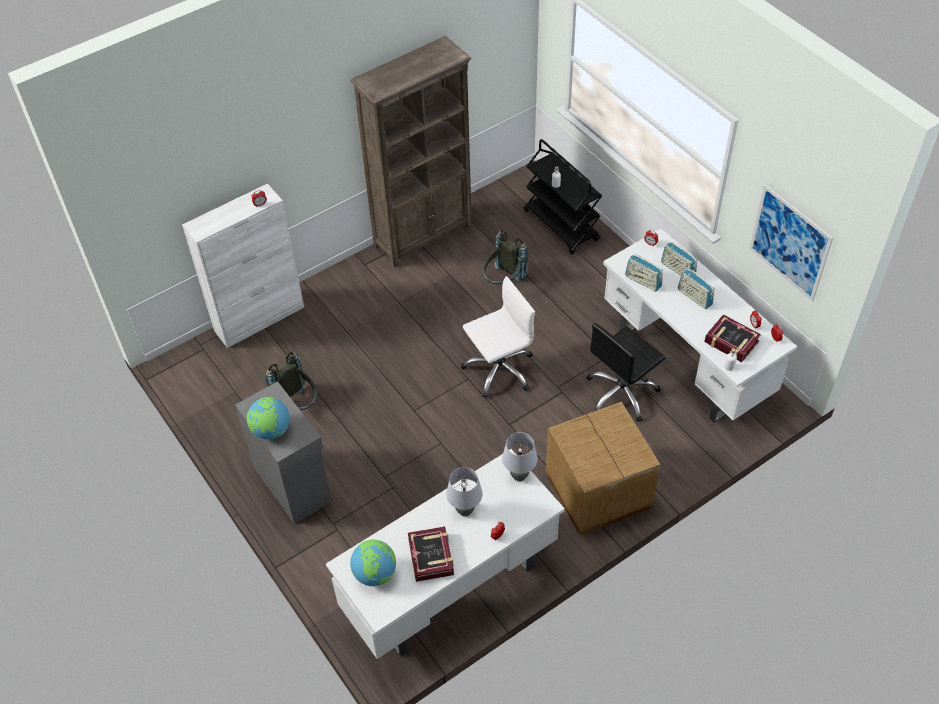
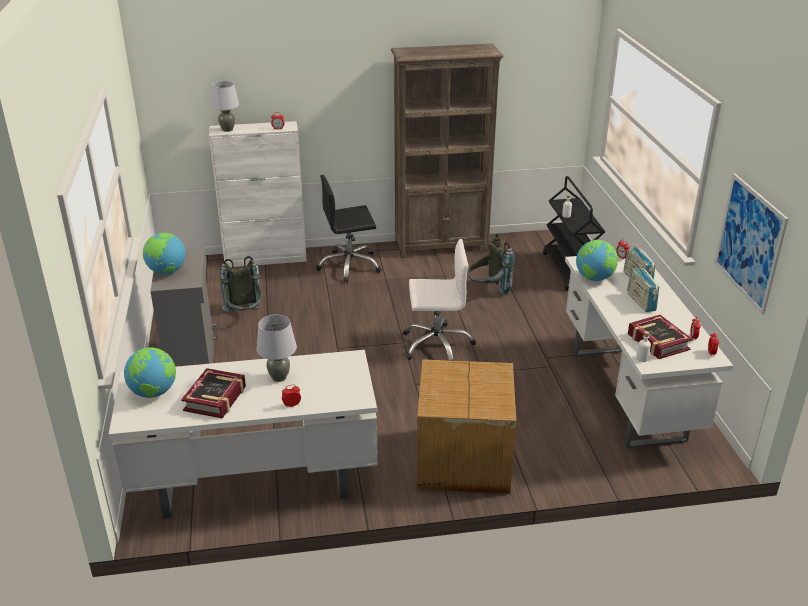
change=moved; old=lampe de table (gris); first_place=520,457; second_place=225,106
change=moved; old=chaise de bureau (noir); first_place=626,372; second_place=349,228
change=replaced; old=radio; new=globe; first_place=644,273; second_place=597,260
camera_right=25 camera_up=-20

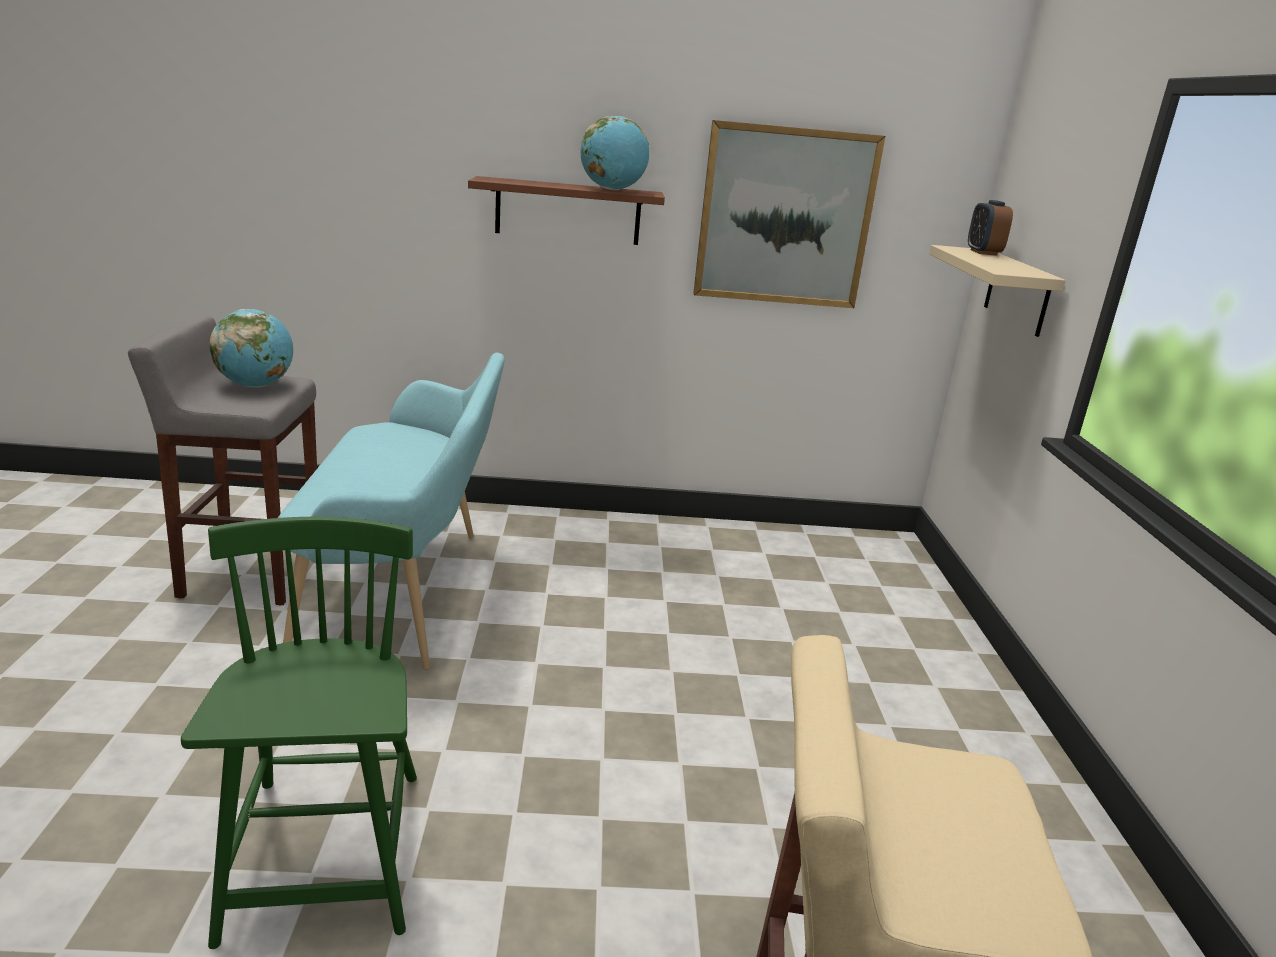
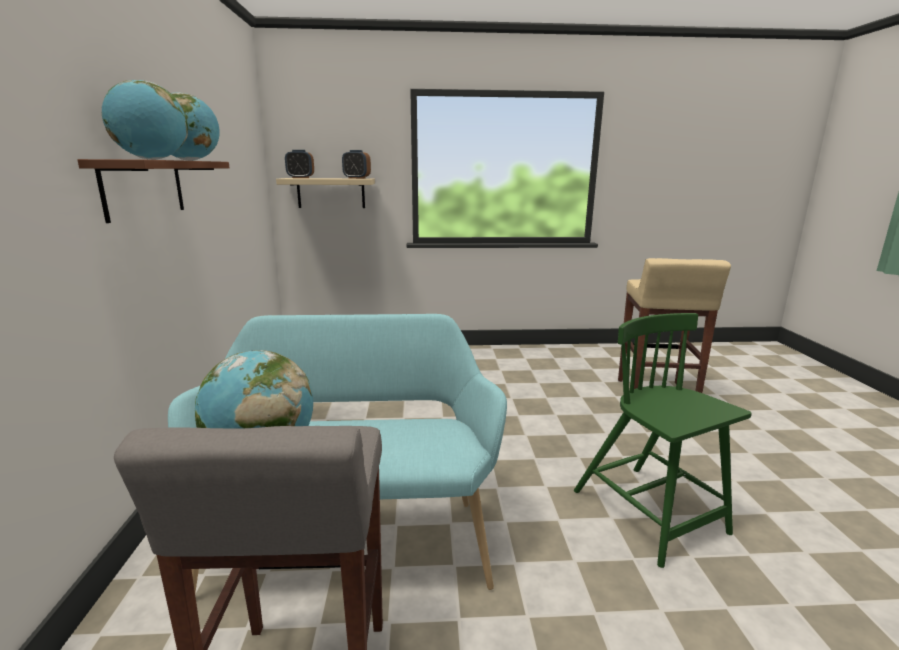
change=turned; old=chaise (vert); first_place=299,733; second_place=663,440; degrees=75
change=removed; old=tableau; first_place=789,214
change=added; new=globe; second_place=145,120
change=added; new=réveil; second_place=356,164
camera_right=-90 camera_up=-5

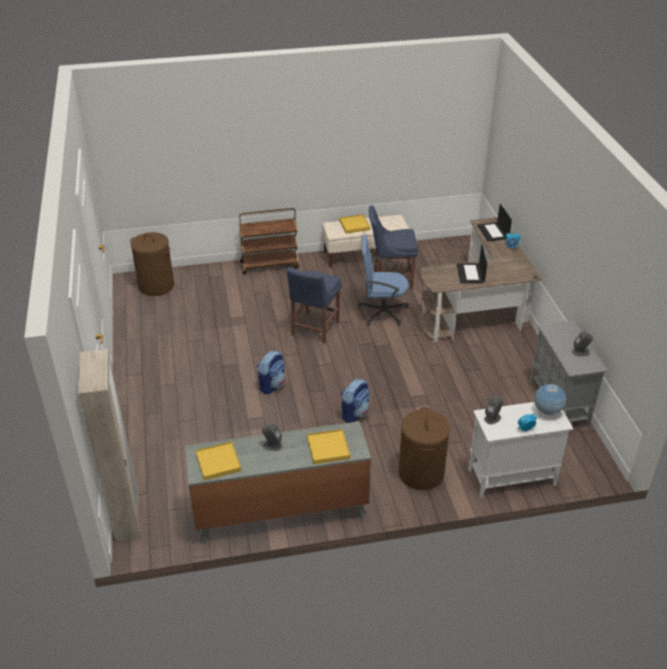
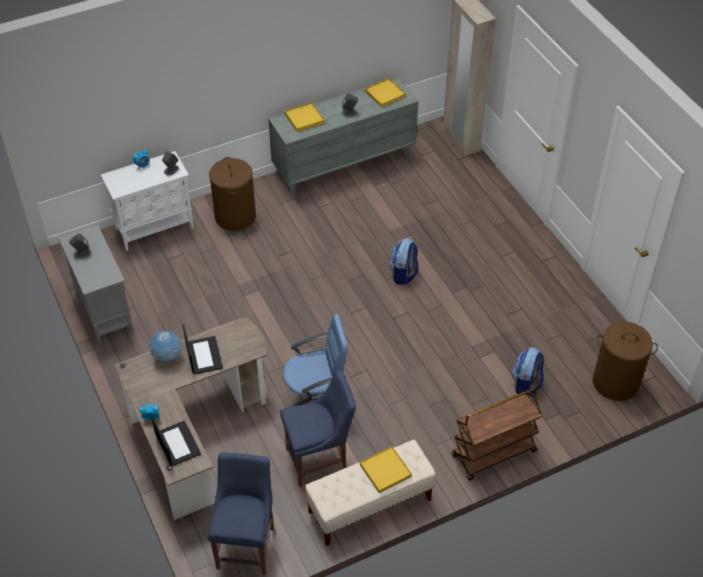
change=moved; old=chaise (bleu); first_place=314,306; second_place=241,513
change=moved; old=sac à dos; first_place=355,401; second_place=528,371
change=moved; old=globe; first_place=549,399; second_place=166,347
camera_right=165 camera_up=10

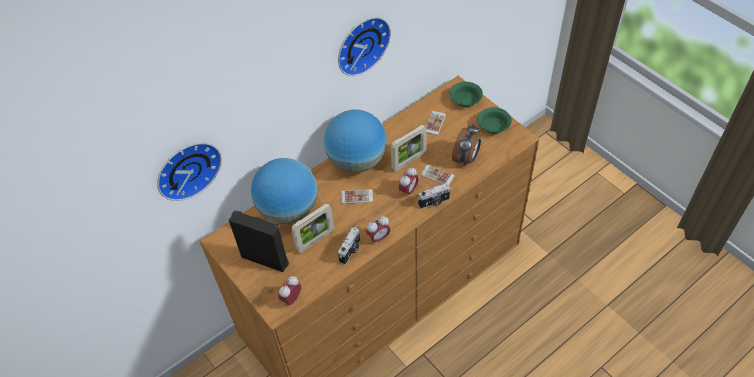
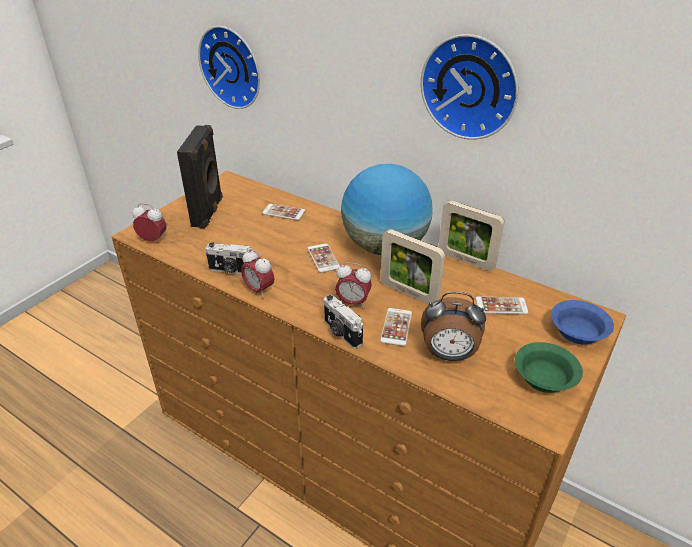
change=replaced; old=globe; new=téléphone; first_place=284,191; second_place=284,212
change=moved; old=cadre photo; first_place=312,228; second_place=471,235
change=recoloured; old=bol (vert); new=bol (bleu); first_place=466,94; second_place=582,322
camera_right=70 camera_up=-15

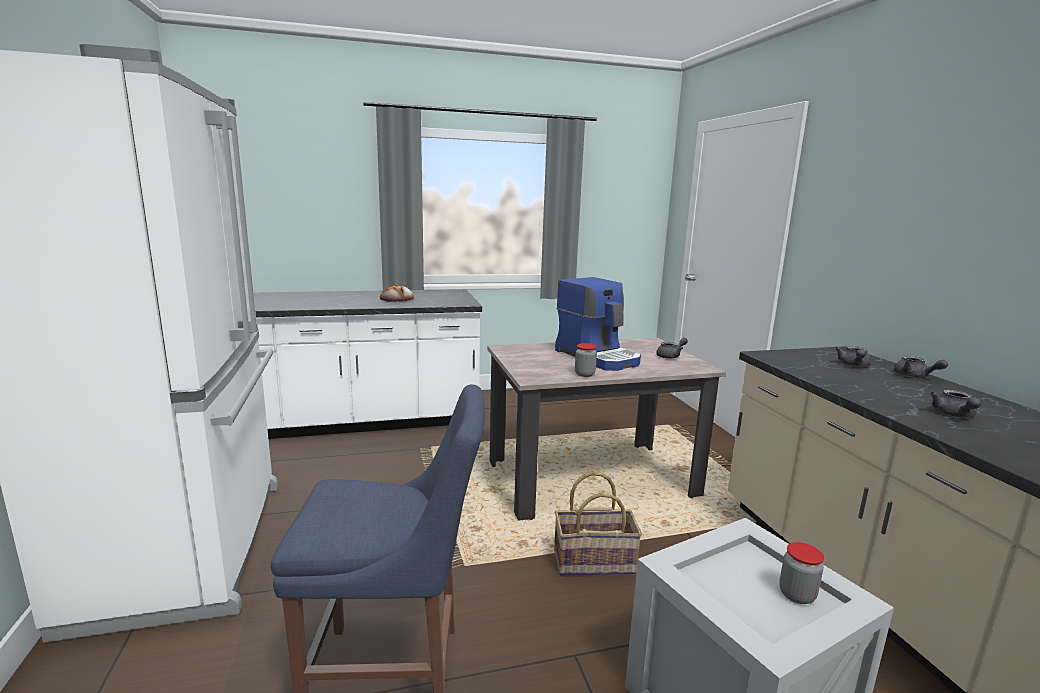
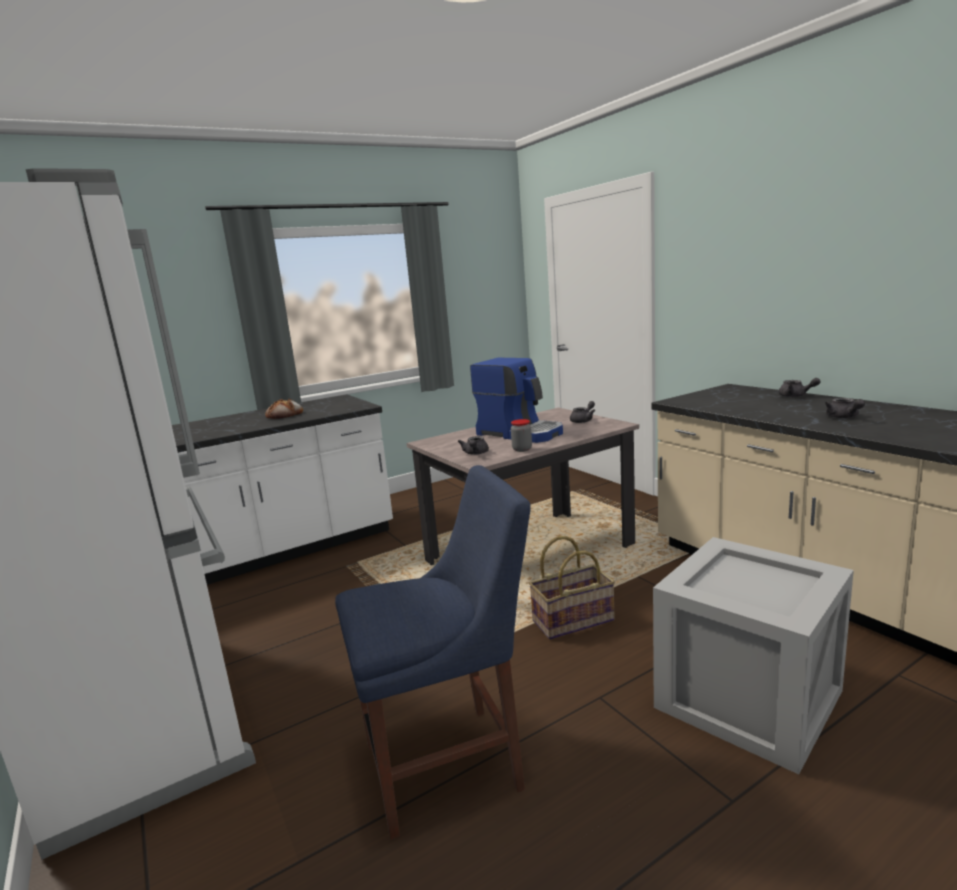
change=removed; old=bocal; first_place=801,573
change=moved; old=théière (gris); first_place=853,356; second_place=473,445
camera_right=-15 camera_up=0

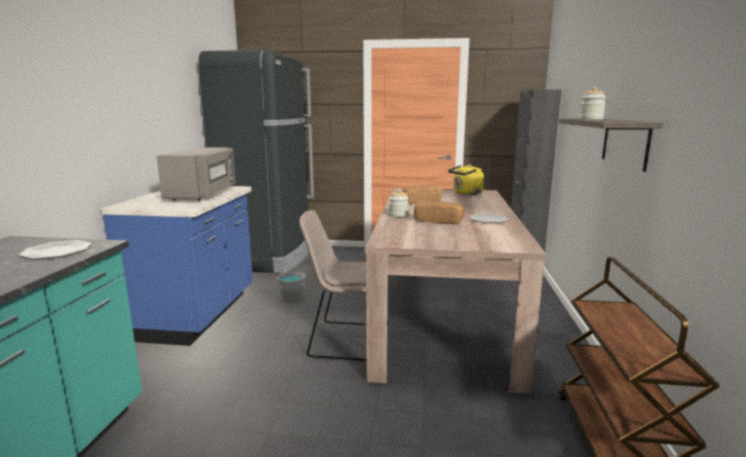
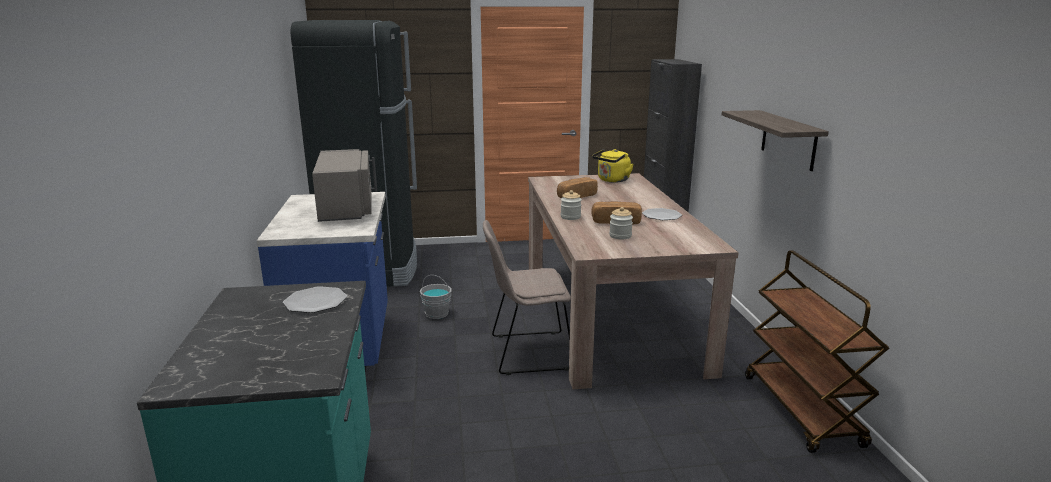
change=moved; old=bocal; first_place=592,103; second_place=621,223
camera_right=-15 camera_up=5

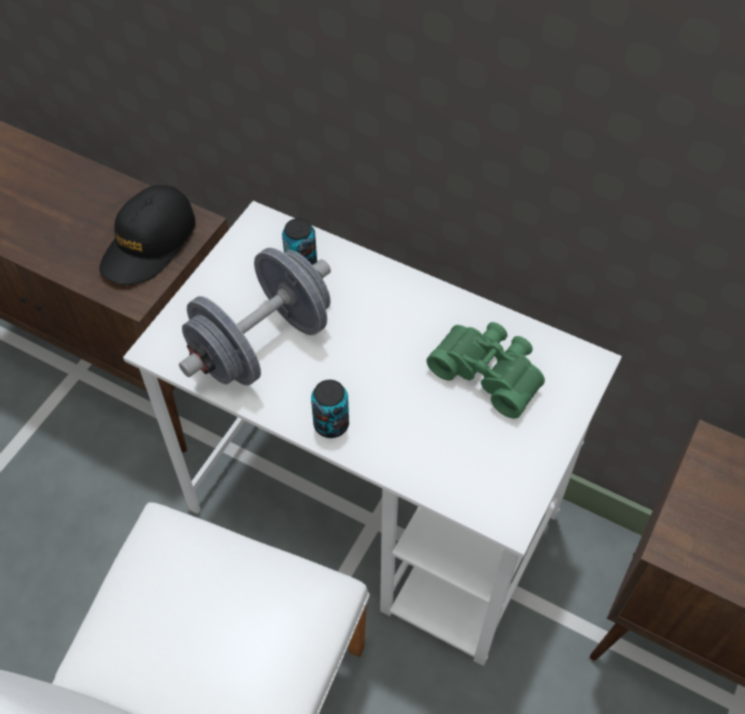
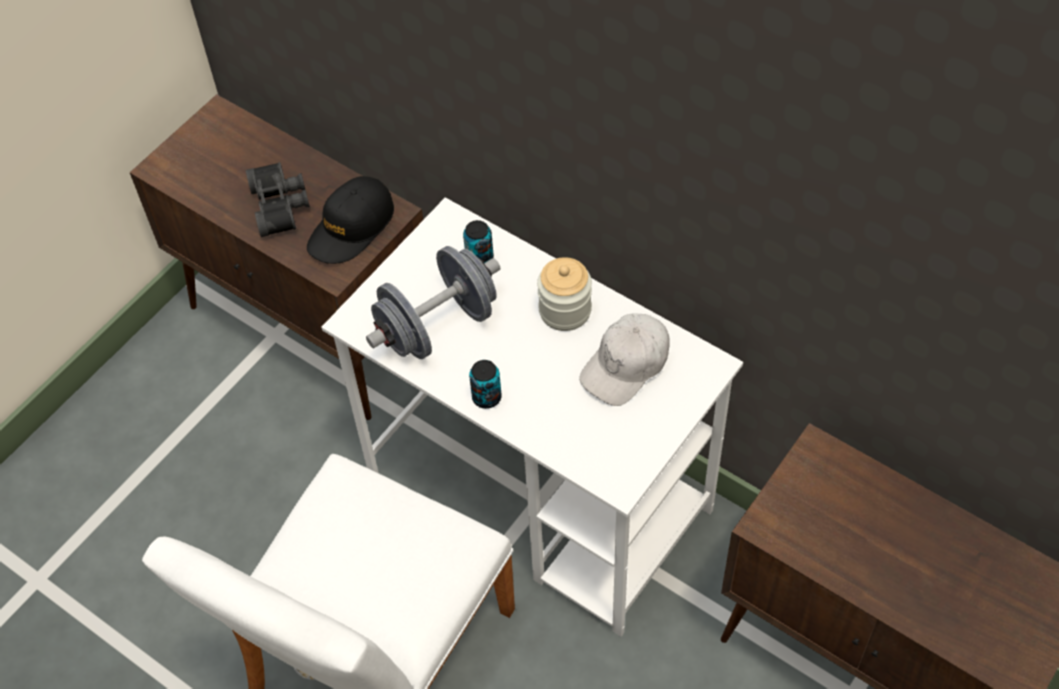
change=replaced; old=jumelles (vert); new=casquette (blanc); first_place=486,370; second_place=624,360
change=added; new=jumelles (noir); second_place=277,199
change=added; new=bocal; second_place=564,294
camera_right=10 camera_up=0

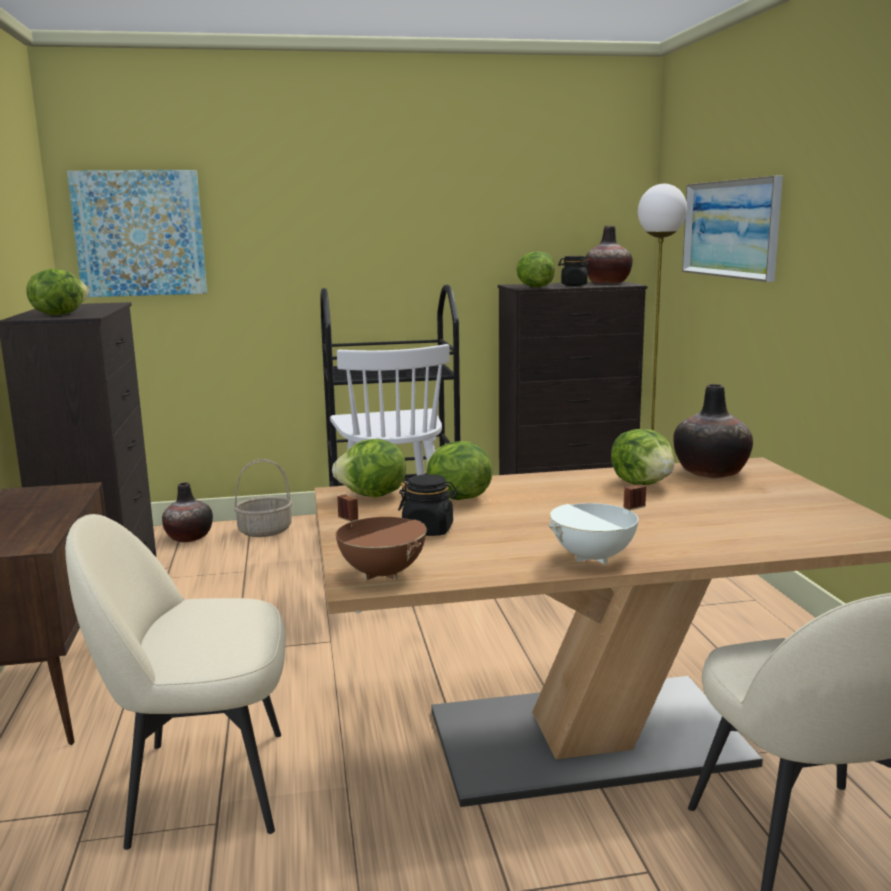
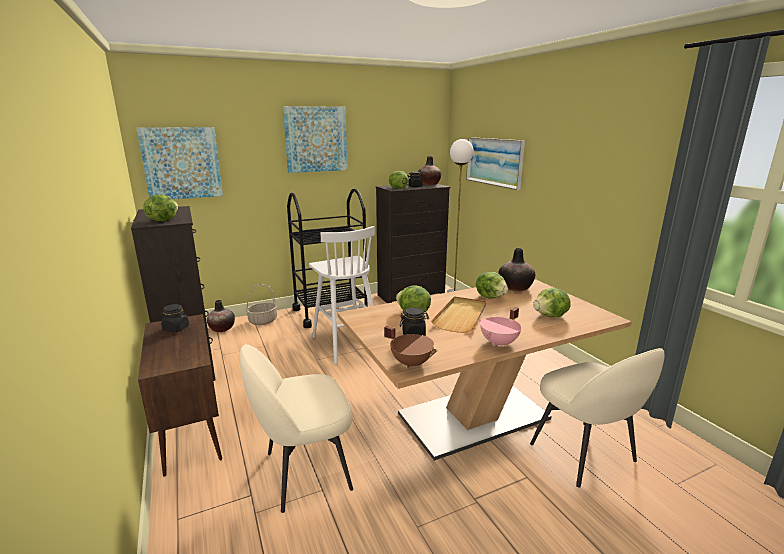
change=moved; old=laitue; first_place=369,468; second_place=552,302
change=recoloured; old=marmite (blanc); new=marmite (rose); first_place=597,524; second_place=501,327
change=added; new=bocal (noir); second_place=174,318
change=added; new=tableau; second_place=315,139
change=added; new=plateau (beige); second_place=458,314
camera_right=-15 camera_up=5

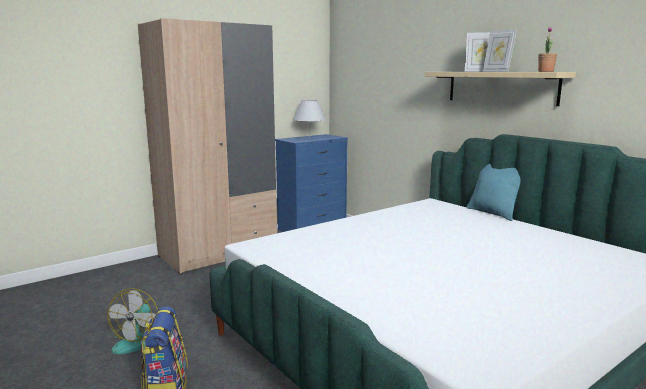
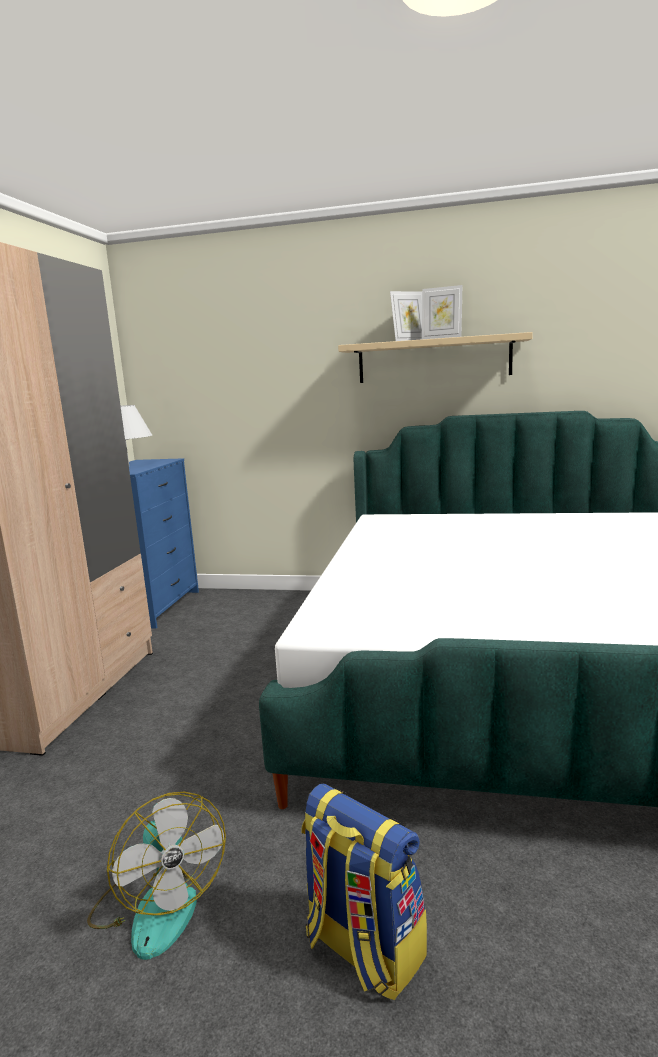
change=removed; old=coussin (turquoise); first_place=493,192
change=removed; old=plante en pot; first_place=547,49
camera_right=-40 camera_up=0

